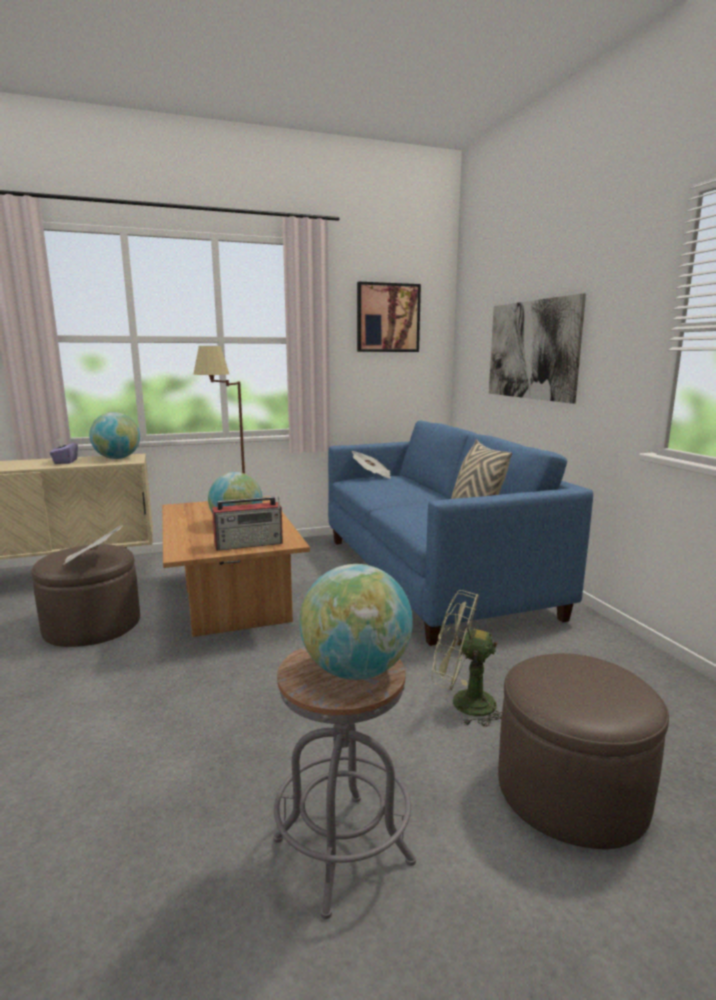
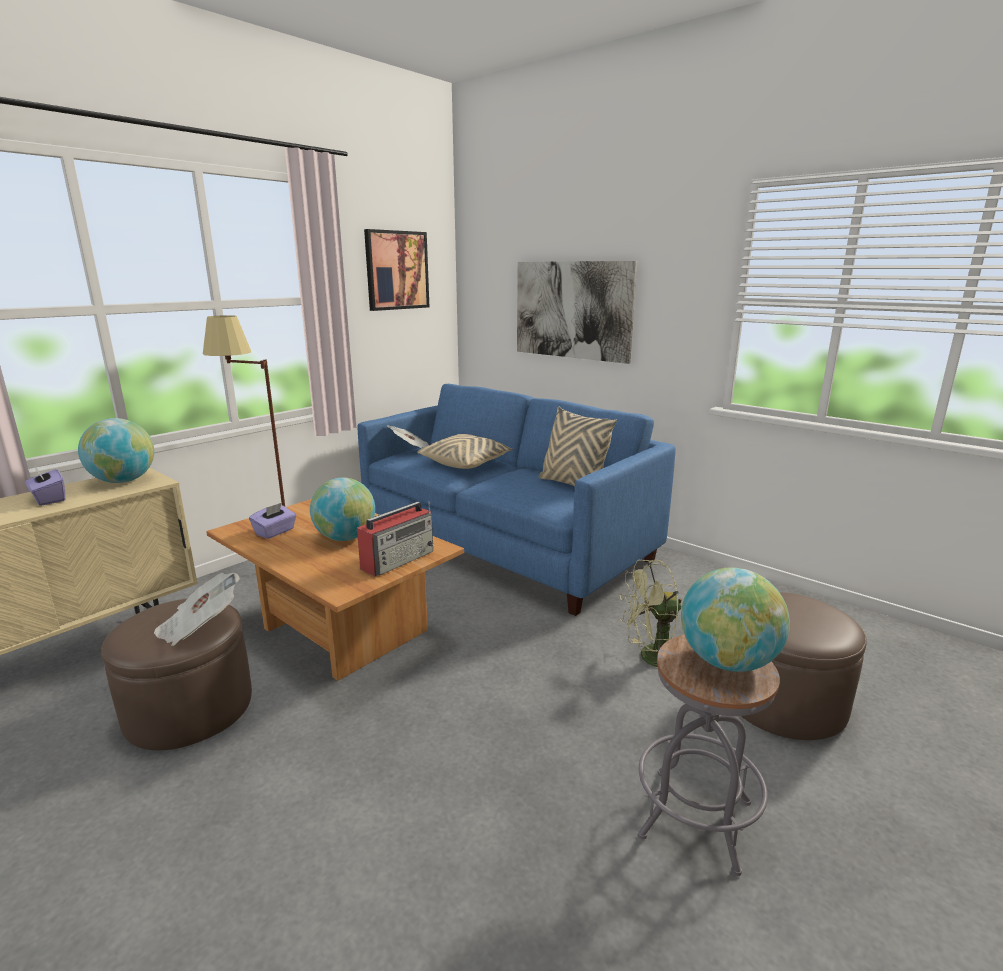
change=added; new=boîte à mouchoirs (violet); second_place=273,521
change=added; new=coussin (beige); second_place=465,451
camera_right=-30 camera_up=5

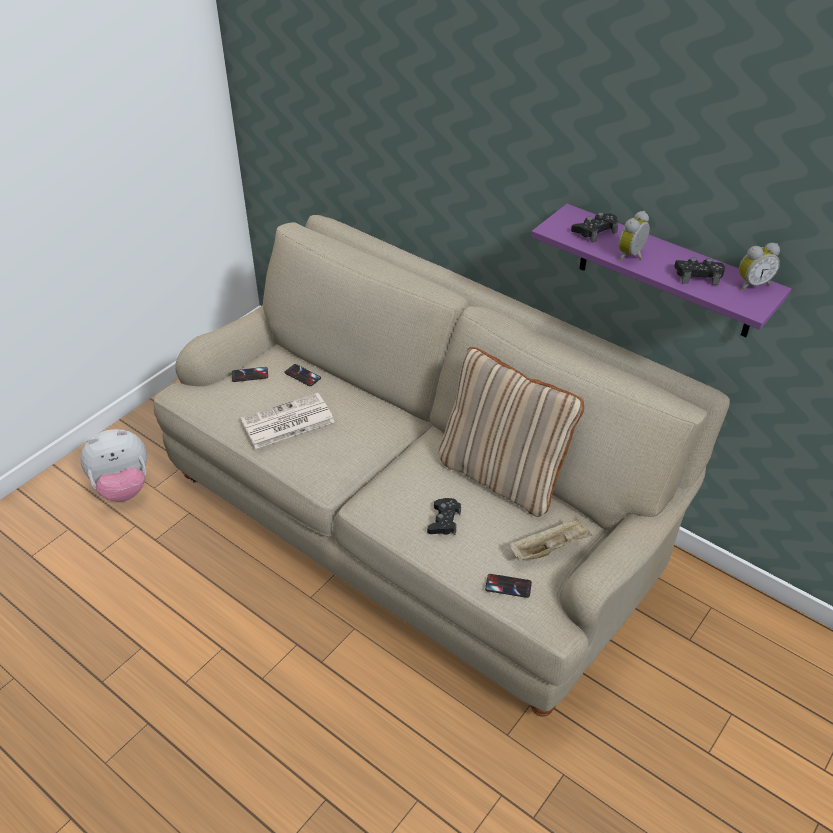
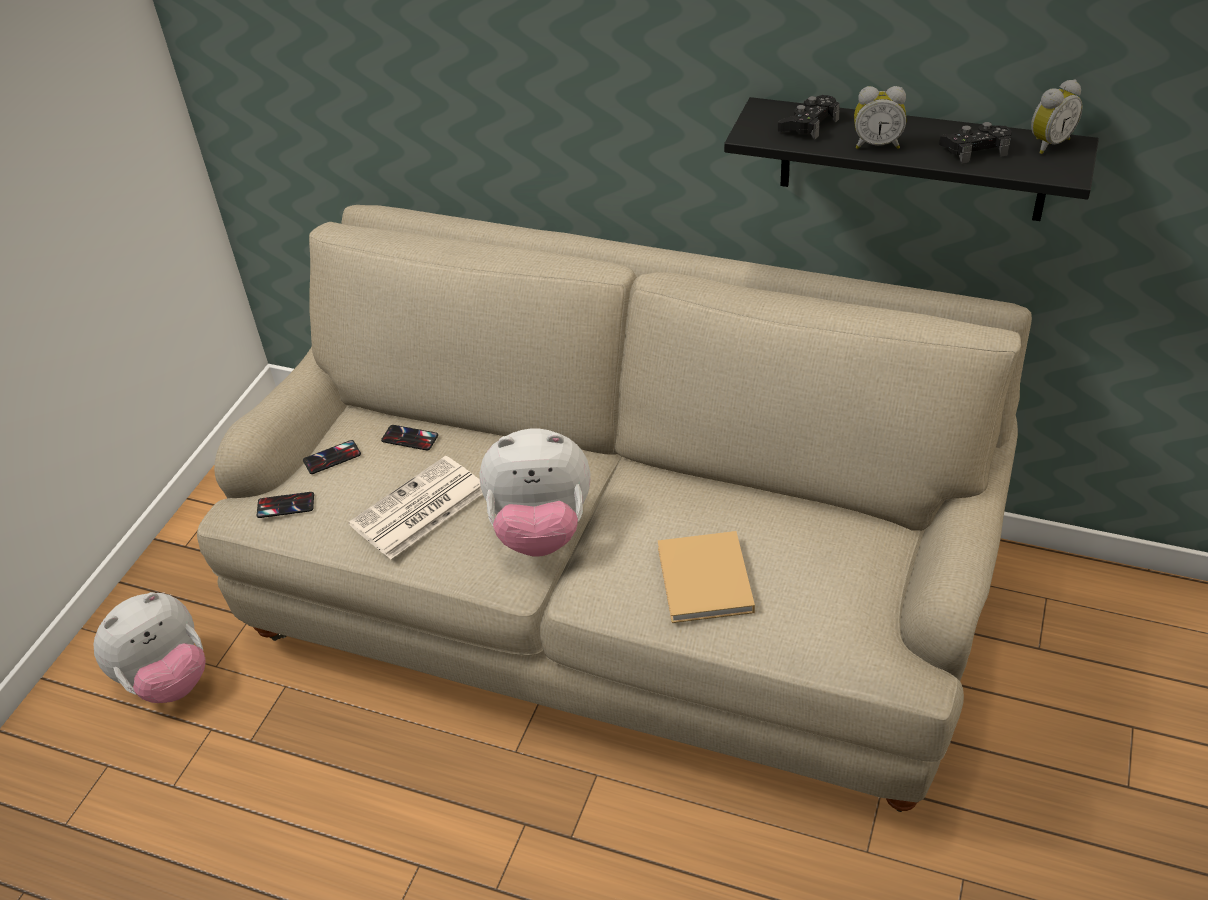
change=replaced; old=manette (noir); new=livre (beige); first_place=444,516; second_place=706,577
change=removed; old=coussin (beige); first_place=511,432
change=moved; old=téléphone; first_place=508,586; second_place=285,505
change=removed; old=plateau (beige); first_place=551,539
change=recoloured; old=étagère (violet); new=étagère (noir); first_place=661,270; second_place=911,159
change=turned; old=réveil; first_place=634,235; second_place=880,117; degrees=-105
change=added; new=peluche; second_place=535,493
camera_right=-15 camera_up=0

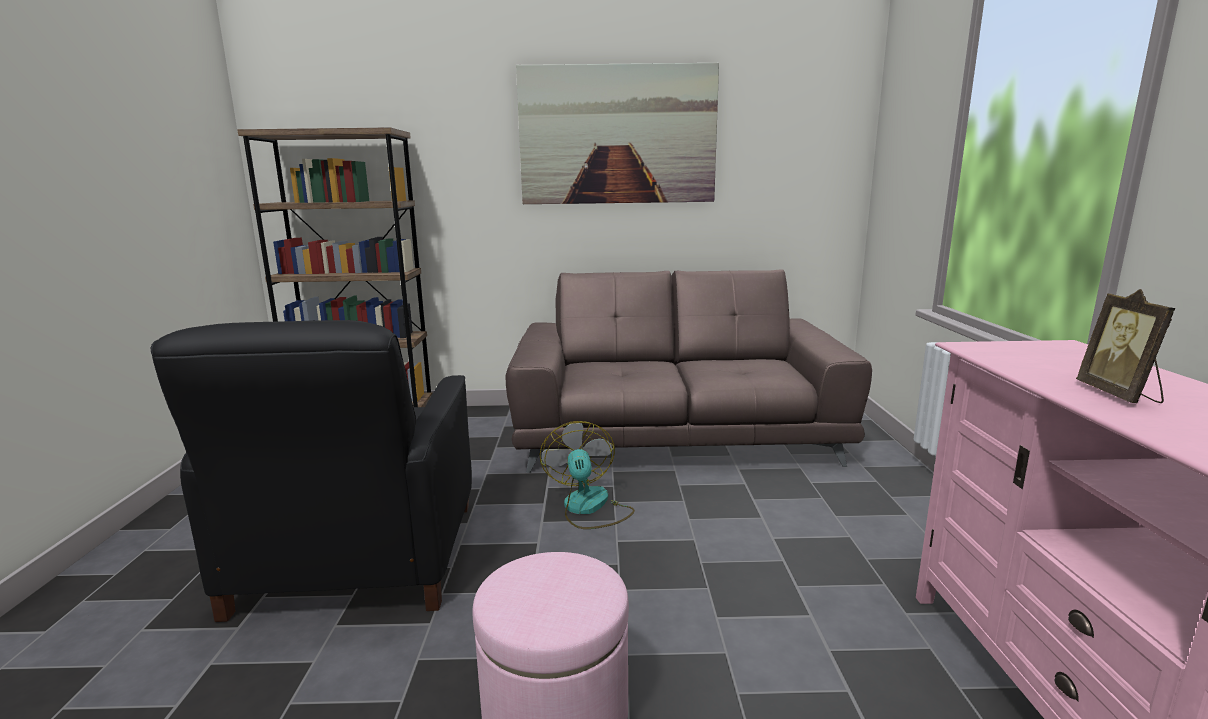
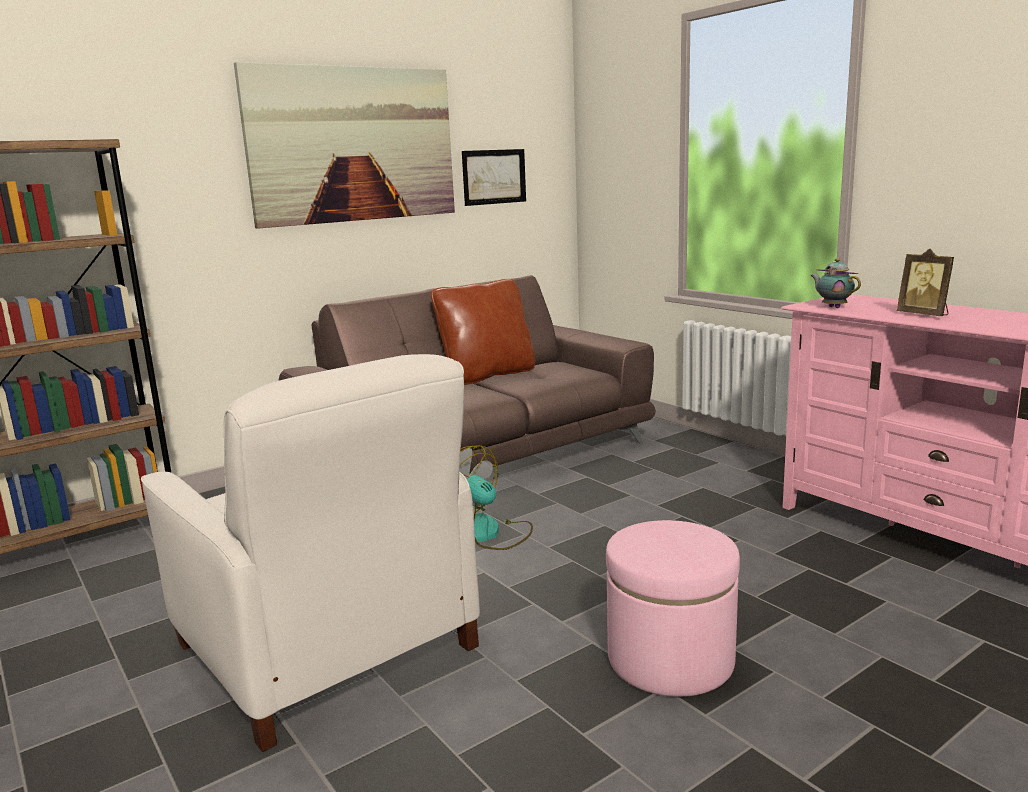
change=recoloured; old=fauteuil (noir); new=fauteuil (blanc); first_place=311,471; second_place=310,553
change=added; new=coussin (marron); second_place=483,332
change=added; new=tableau; second_place=494,177
change=added; new=théière; second_place=835,283
camera_right=-35 camera_up=0

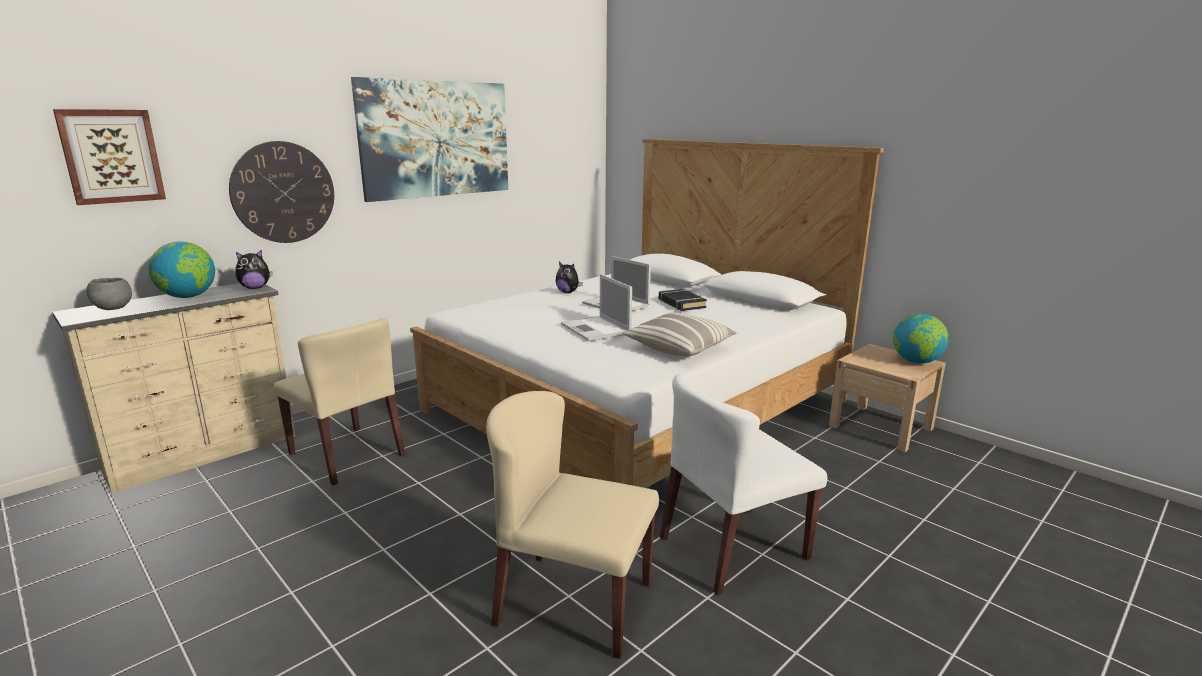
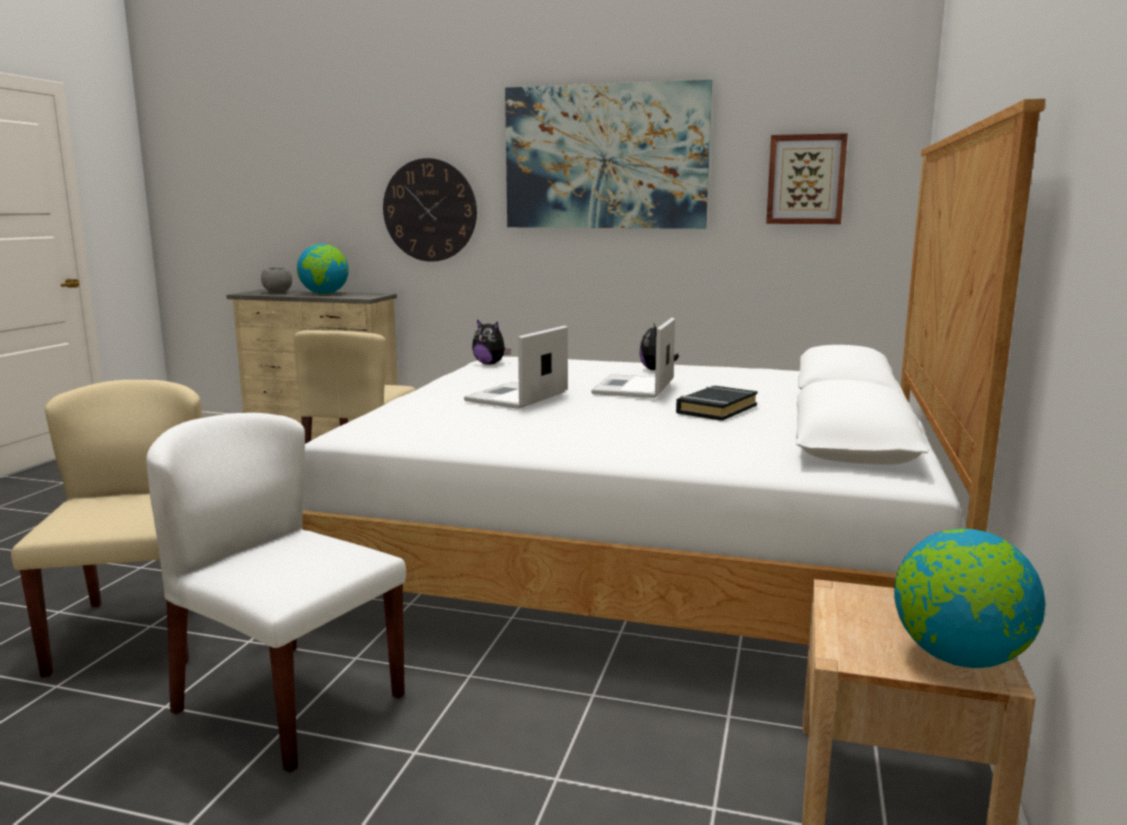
change=moved; old=tableau; first_place=109,157; second_place=807,178
change=moved; old=peluche; first_place=253,269; second_place=491,342
change=removed; old=coussin; first_place=680,335
camera_right=60 camera_up=-5

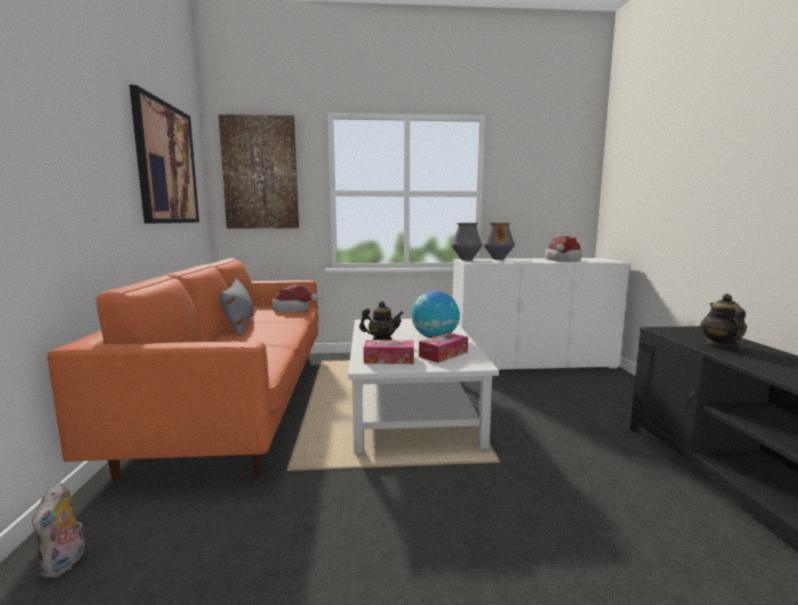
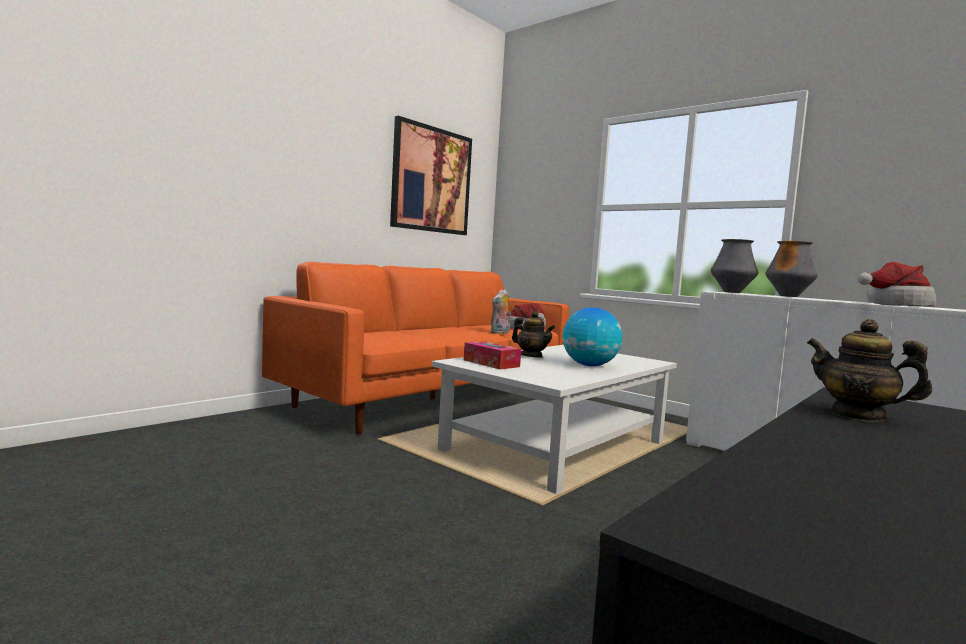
change=moved; old=peluche; first_place=58,530; second_place=501,311
change=removed; old=tableau; first_place=258,171
change=removed; old=coussin (gris); first_place=236,307
change=removed; old=boîte à mouchoirs; first_place=443,348
change=turned; old=théière; first_place=723,321; second_place=869,370; degrees=-105
camera_right=45 camera_up=-5

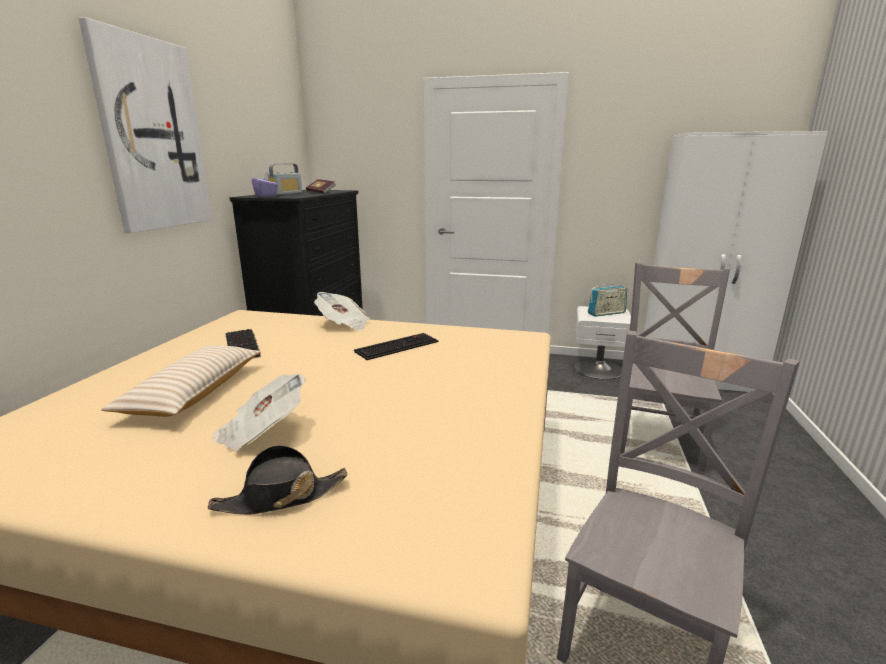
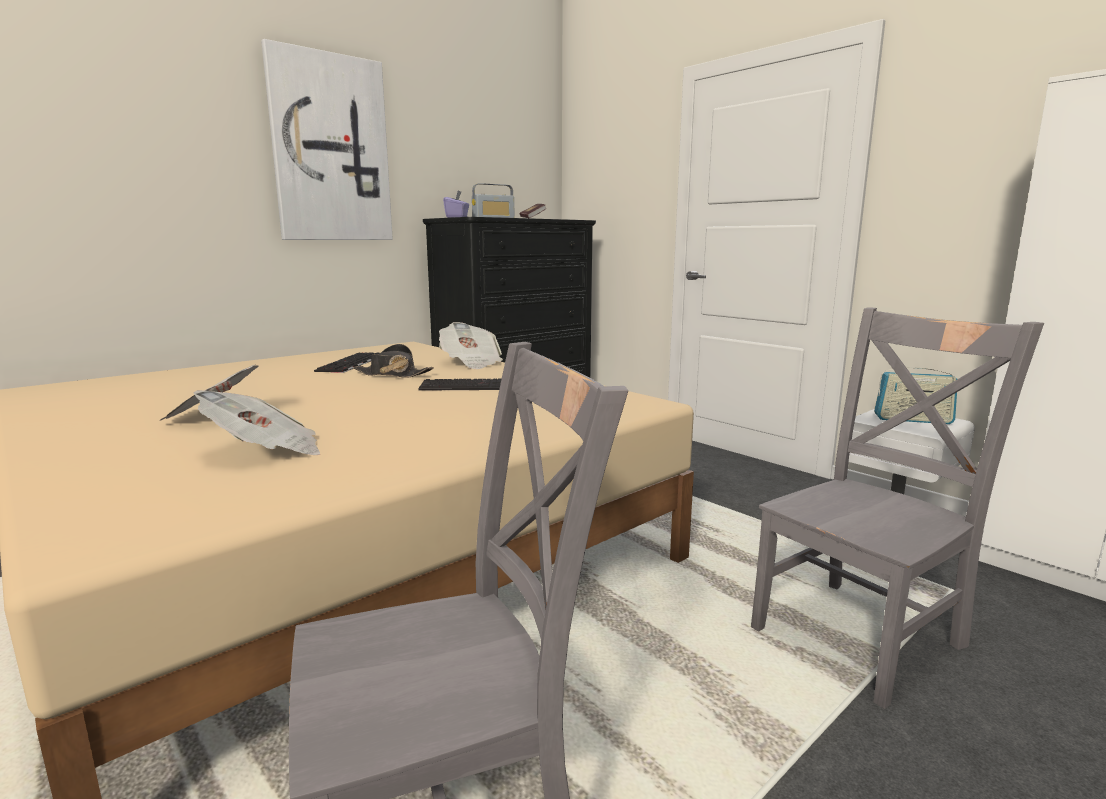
change=removed; old=coussin (beige); first_place=181,381
change=moved; old=chapeau (noir); first_place=278,480; second_place=393,361
change=added; new=journal; second_place=256,422
camera_right=35 camera_up=-5

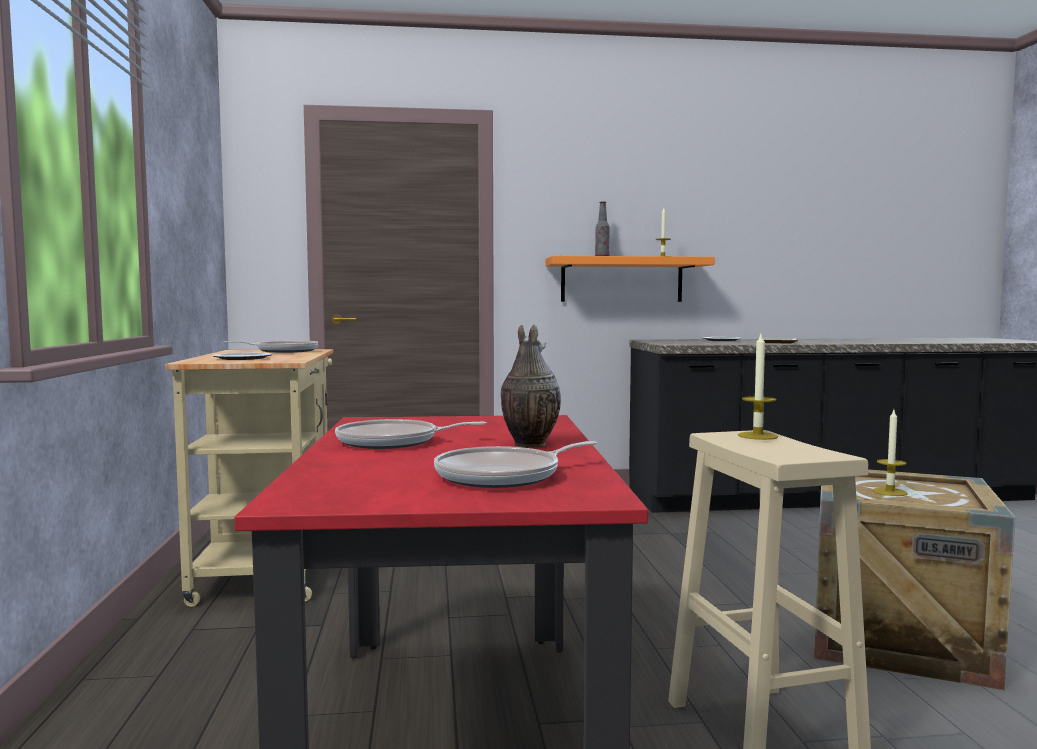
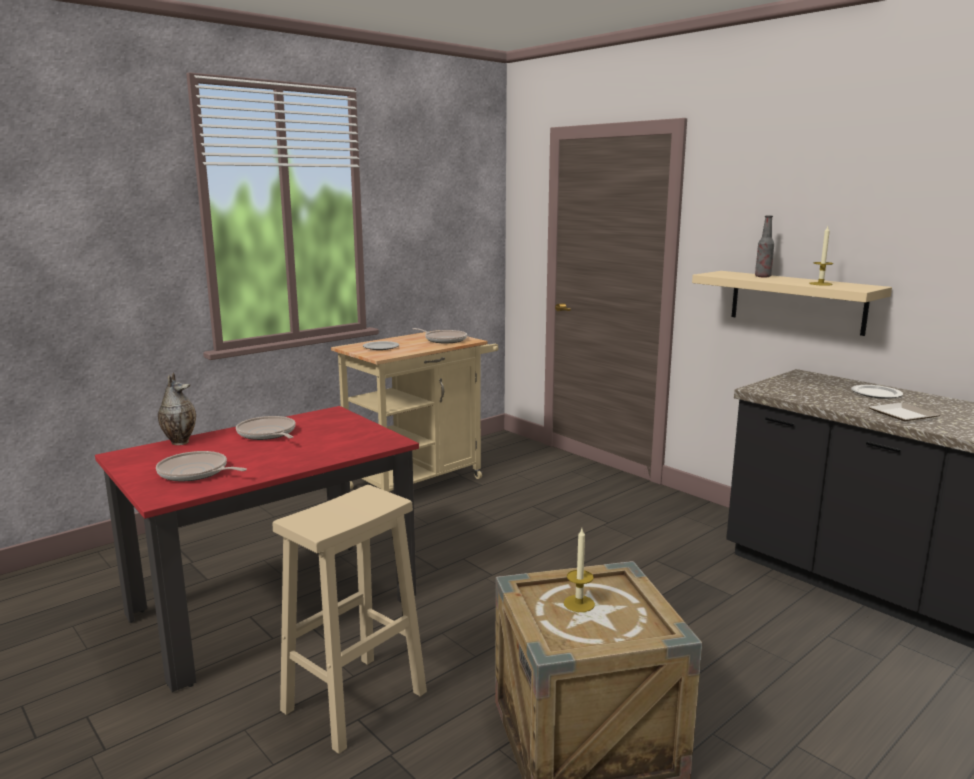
change=moved; old=vase; first_place=531,386; second_place=177,409
change=recoloured; old=étagère (orange); new=étagère (beige); first_place=630,279; second_place=792,303
change=removed; old=bougie; first_place=758,387
camera_right=55 camera_up=10

